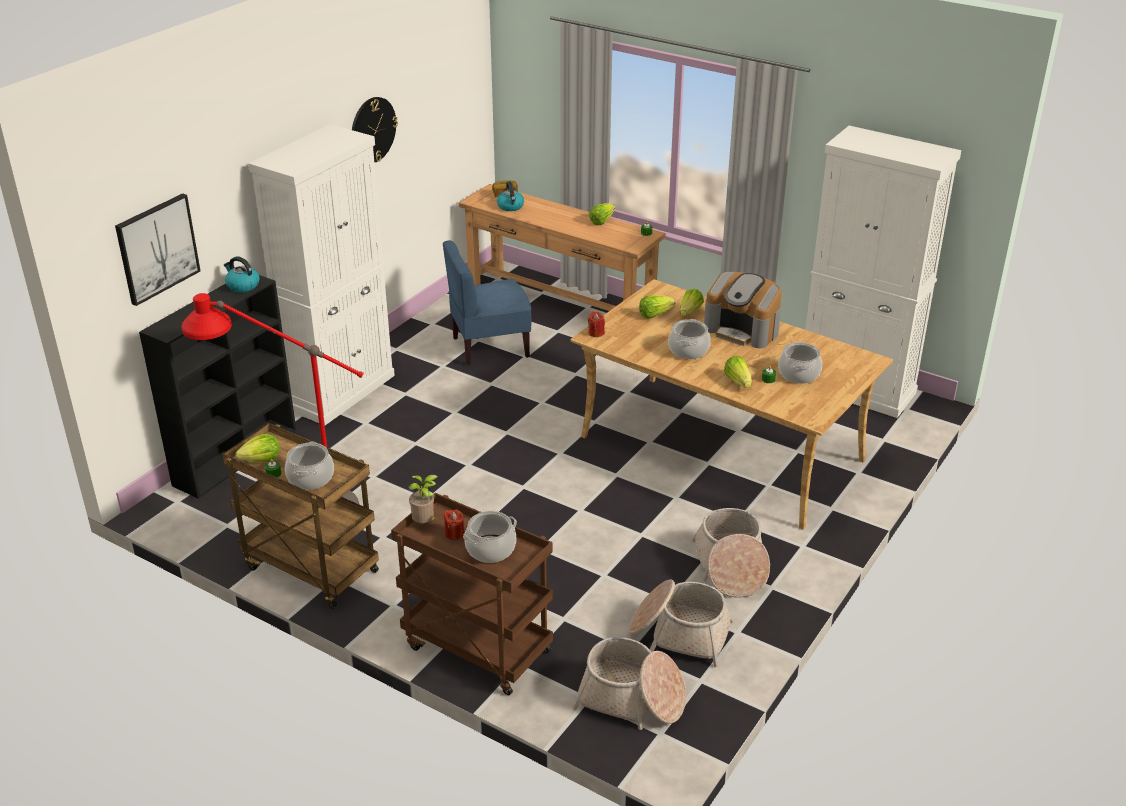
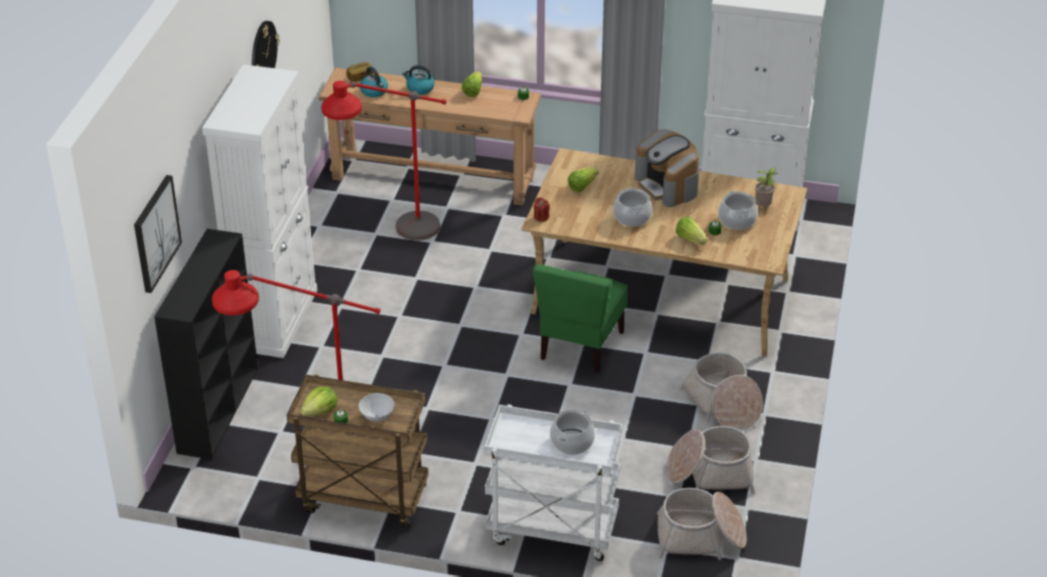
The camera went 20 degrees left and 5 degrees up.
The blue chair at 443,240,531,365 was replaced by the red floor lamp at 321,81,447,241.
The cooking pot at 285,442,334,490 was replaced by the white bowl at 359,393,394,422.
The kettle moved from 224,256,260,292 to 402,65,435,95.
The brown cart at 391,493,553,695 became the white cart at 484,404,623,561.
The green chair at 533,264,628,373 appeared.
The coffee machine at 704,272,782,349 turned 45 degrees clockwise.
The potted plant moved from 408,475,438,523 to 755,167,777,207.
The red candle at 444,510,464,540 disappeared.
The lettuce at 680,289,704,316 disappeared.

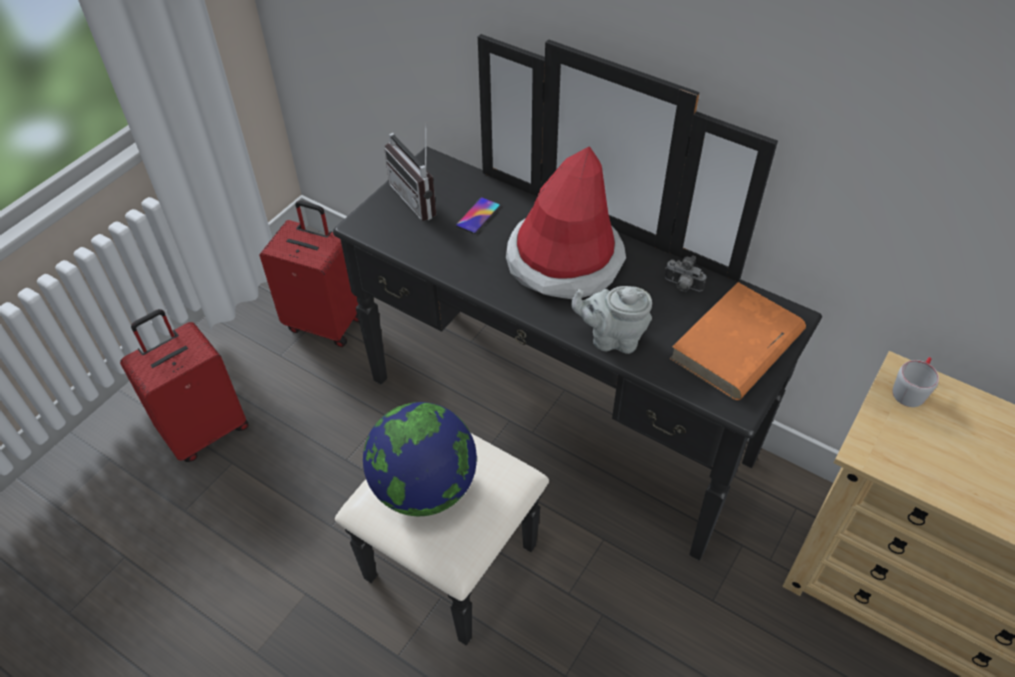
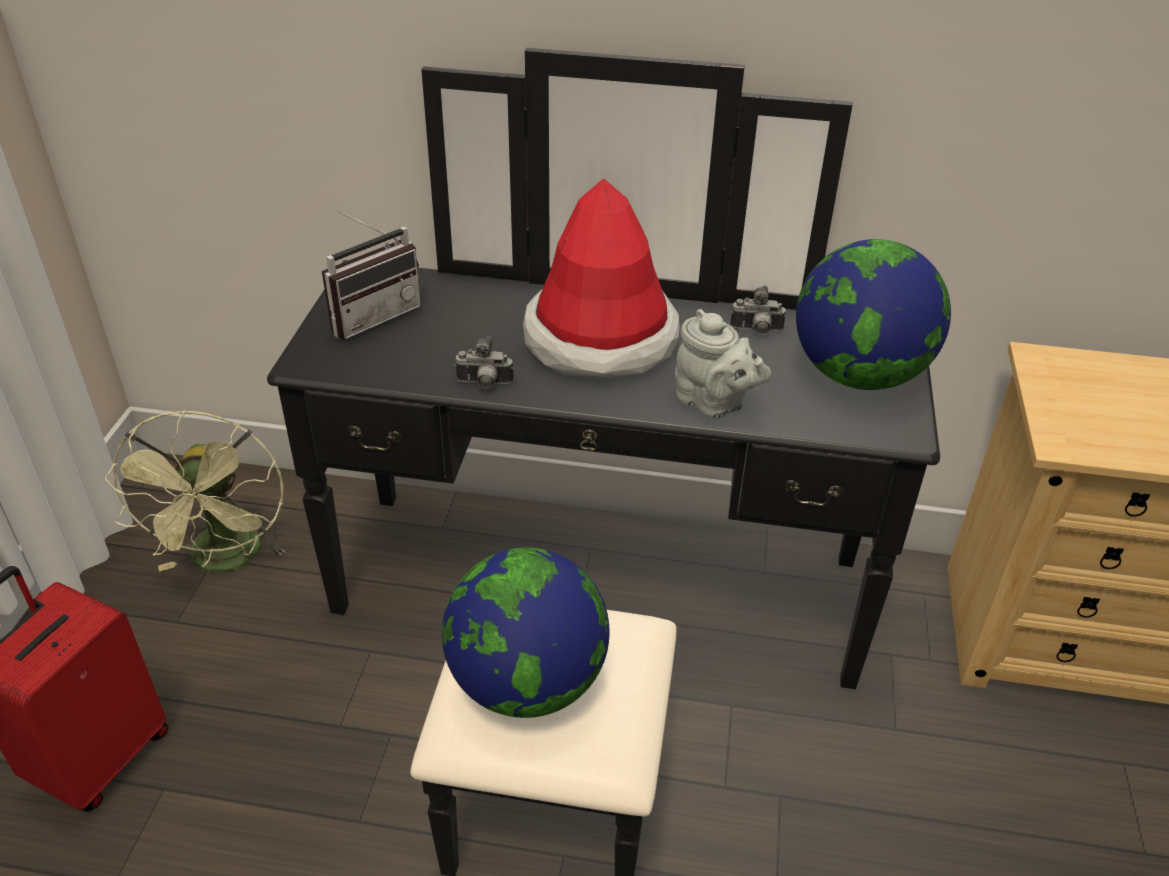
The camera went 25 degrees left and 10 degrees down.
The red suitcase at 260,201,359,347 was replaced by the green fan at 105,410,285,573.
The radio at 384,122,436,221 turned 75 degrees counterclockwise.
The photo camera at 454,336,513,388 appeared.
The grey teapot at 571,286,652,354 turned 120 degrees counterclockwise.
The orange book at 669,282,806,400 was replaced by the globe at 796,239,951,390.
The phone at 456,197,500,234 disappeared.
The grey mug at 893,357,939,407 disappeared.

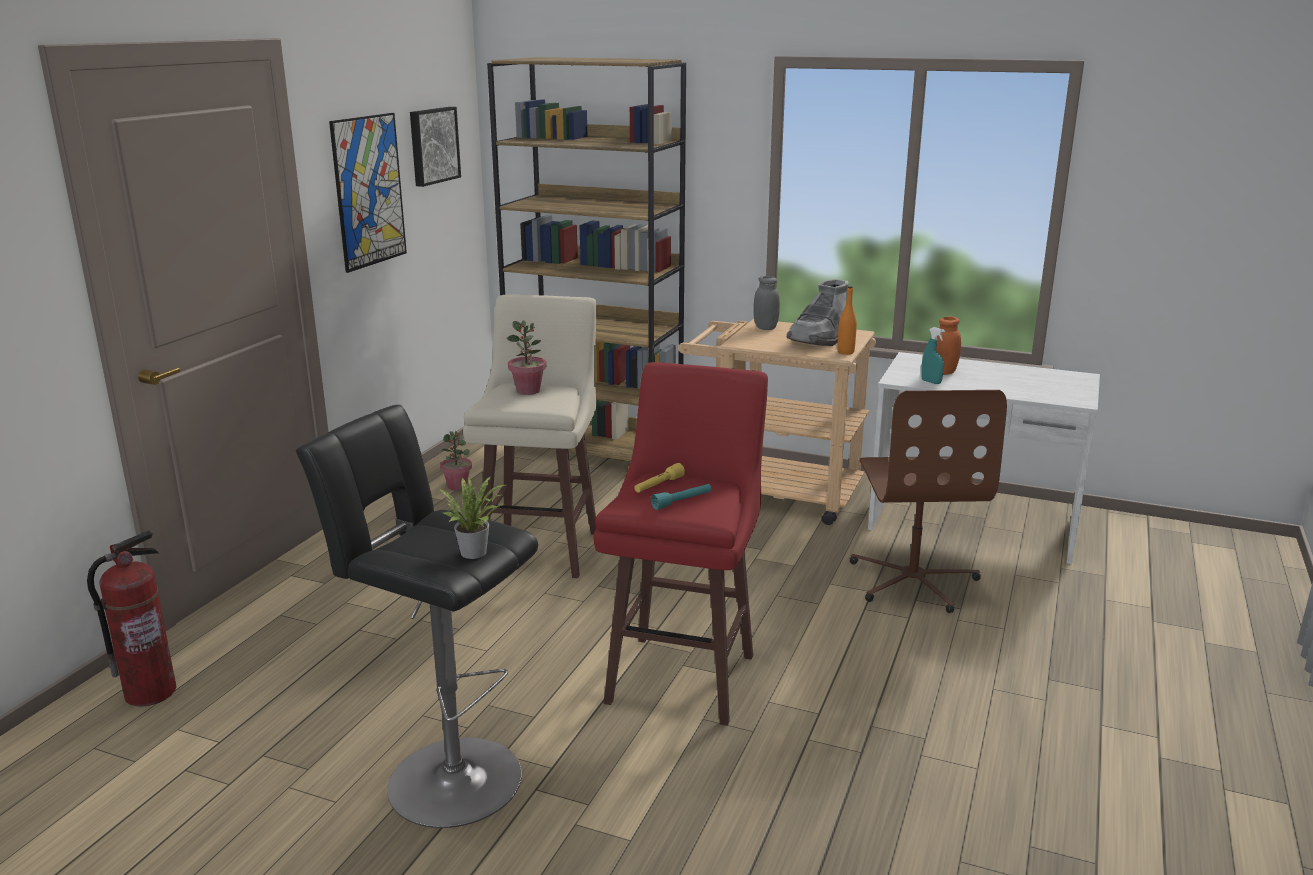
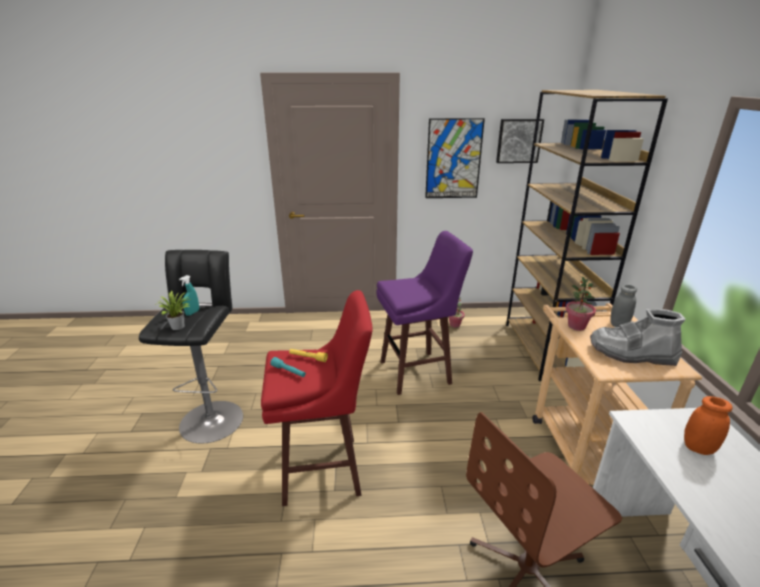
The camera went 65 degrees right and 5 degrees up.
The turquoise spray bottle moved from 921,327,945,384 to 179,275,199,316.
The beige stool at 463,295,596,578 became the purple stool at 376,231,473,395.
The potted plant moved from 507,320,546,395 to 566,276,596,331.
The fire extinguisher at 87,530,176,706 disappeared.
The orange bottle at 837,286,857,355 disappeared.

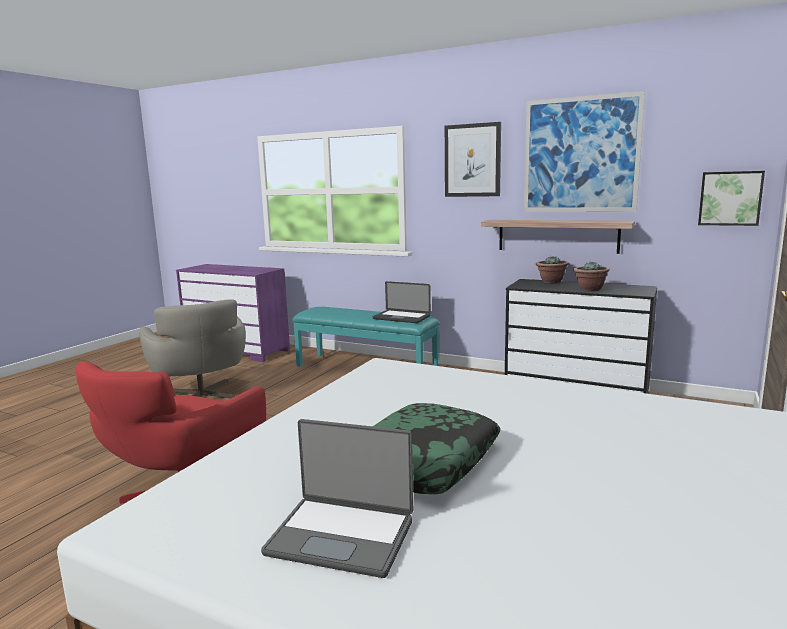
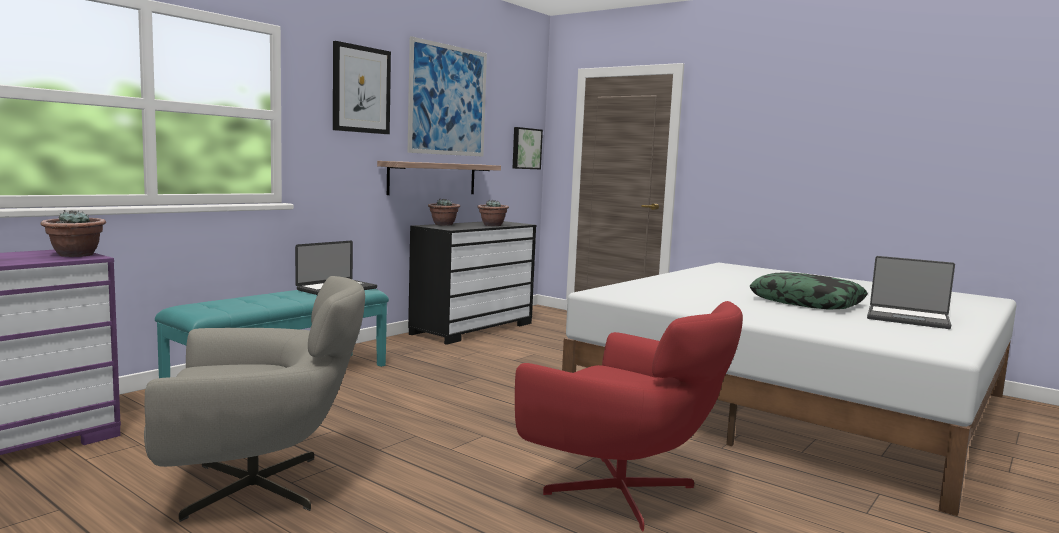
The camera went 80 degrees left and 5 degrees down.
The potted plant at 41,210,106,257 appeared.
The laptop at 261,419,413,578 turned 90 degrees clockwise.

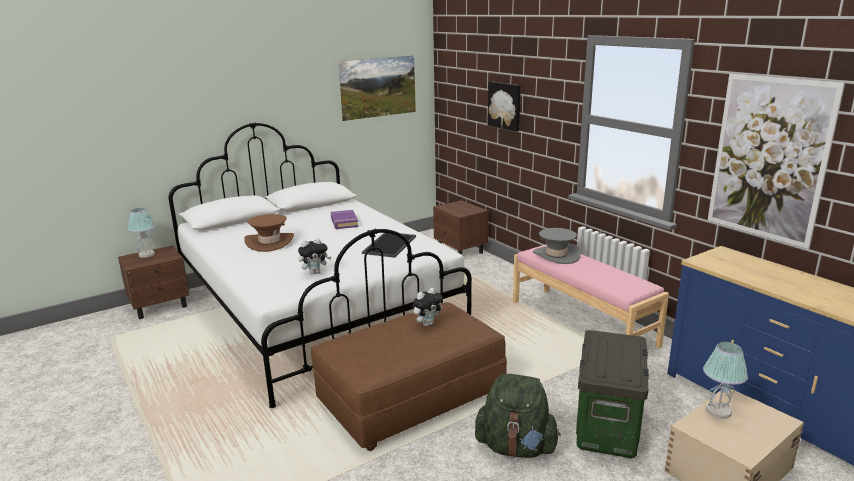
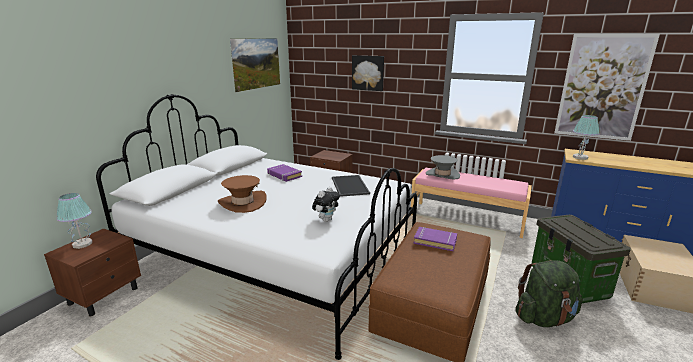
The camera went 30 degrees left and 0 degrees up.
The plush toy at 412,288,443,326 was replaced by the purple book at 413,227,457,251.
The table lamp moved from 703,342,748,419 to 573,115,600,160.

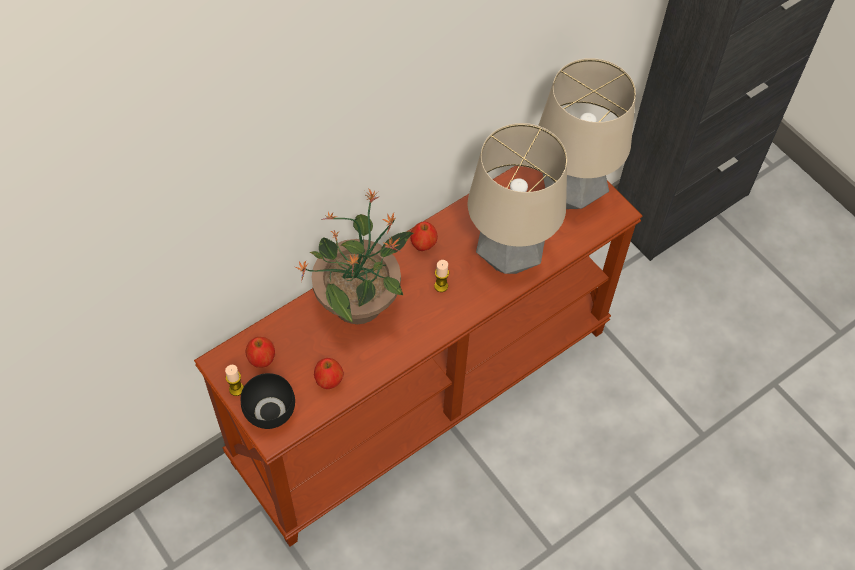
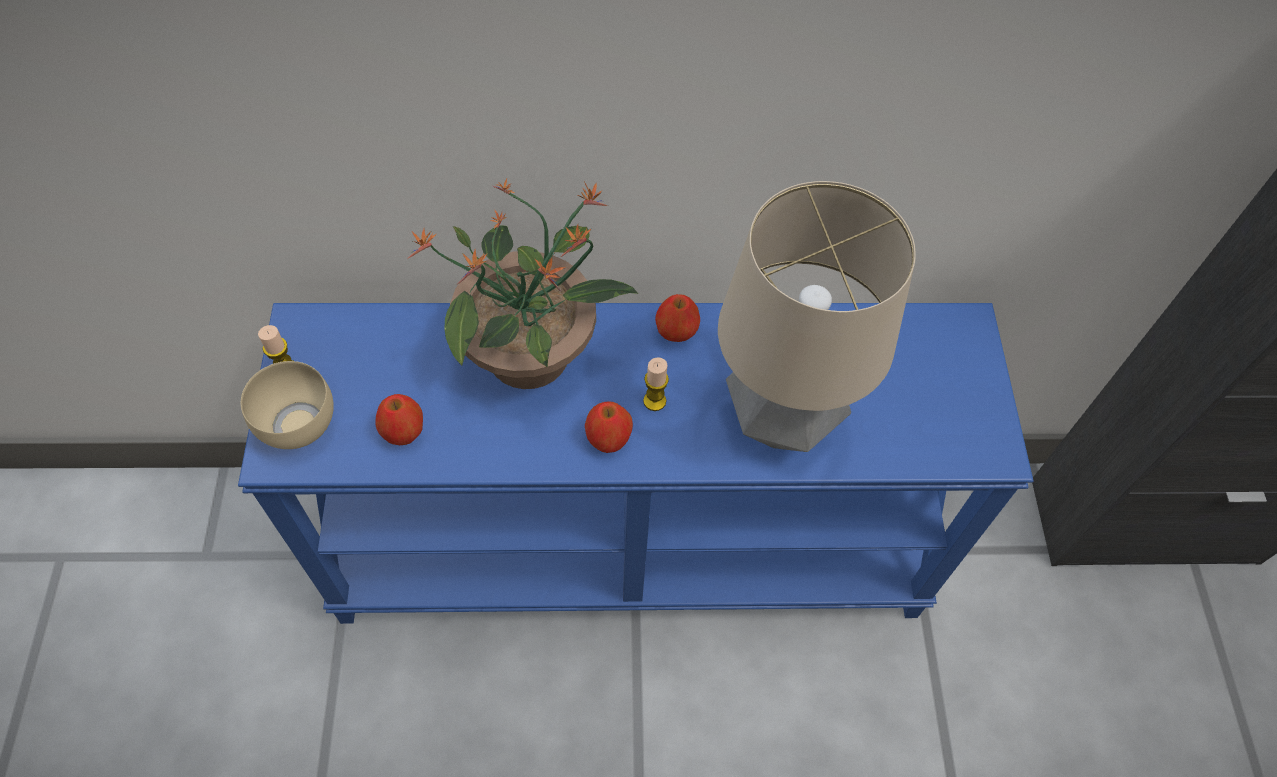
The camera went 35 degrees right and 0 degrees up.
The brown console table at 194,166,643,547 became the blue console table at 238,303,1034,624.
The black bowl at 241,373,295,429 became the beige bowl at 241,361,334,449.
The apple moved from 246,337,275,368 to 585,401,633,453.
The table lamp at 538,58,636,209 disappeared.

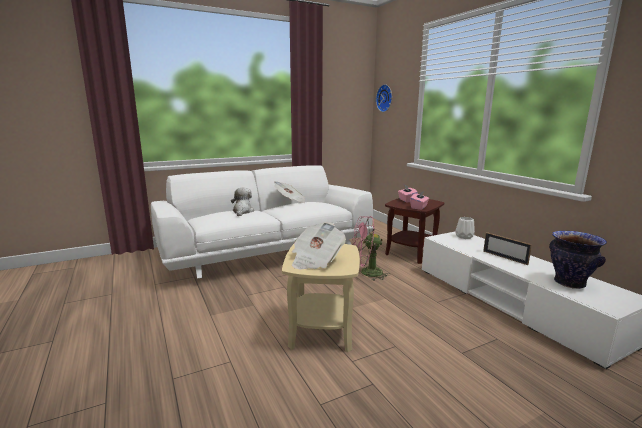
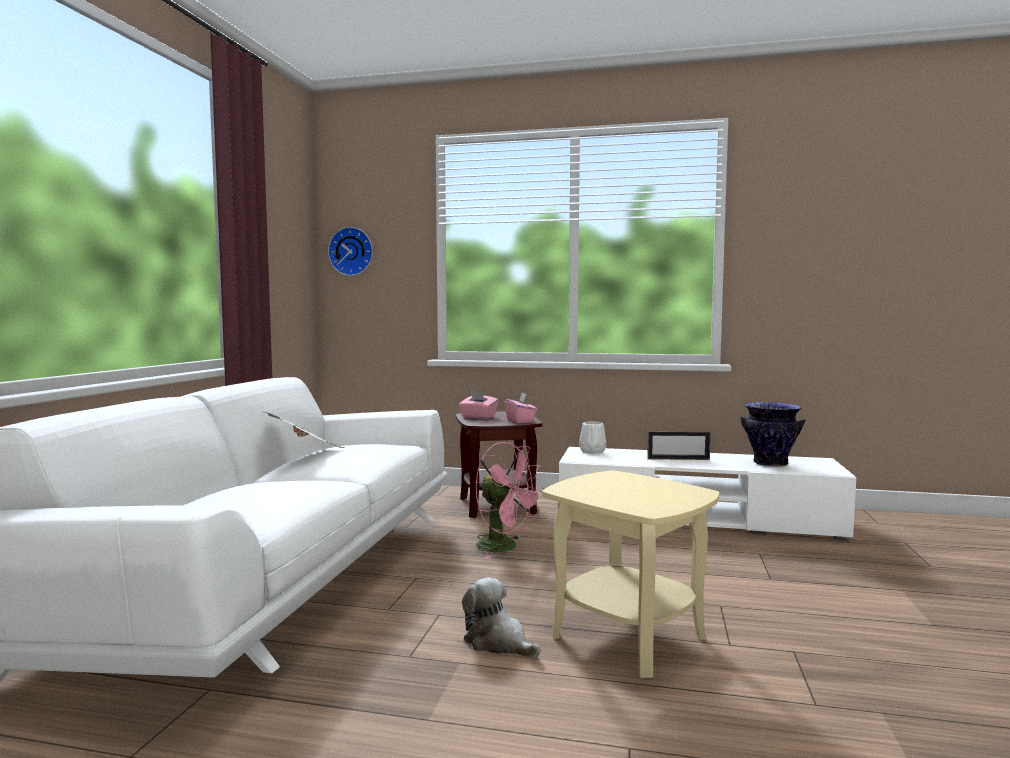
The camera went 50 degrees left and 10 degrees down.
The plush toy moved from 231,188,254,216 to 462,577,541,658.
The pink fan at 352,216,391,281 turned 90 degrees counterclockwise.
The newspaper at 292,222,346,269 disappeared.

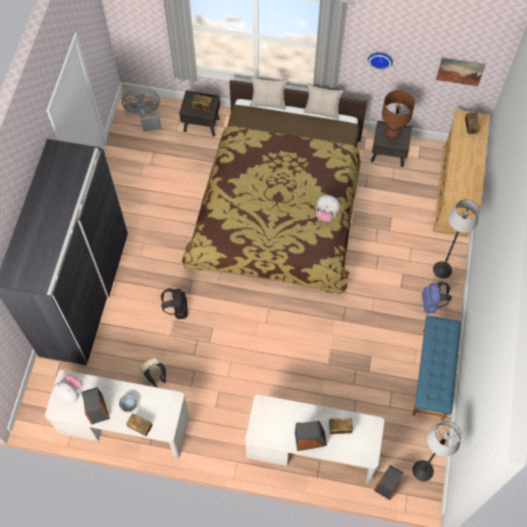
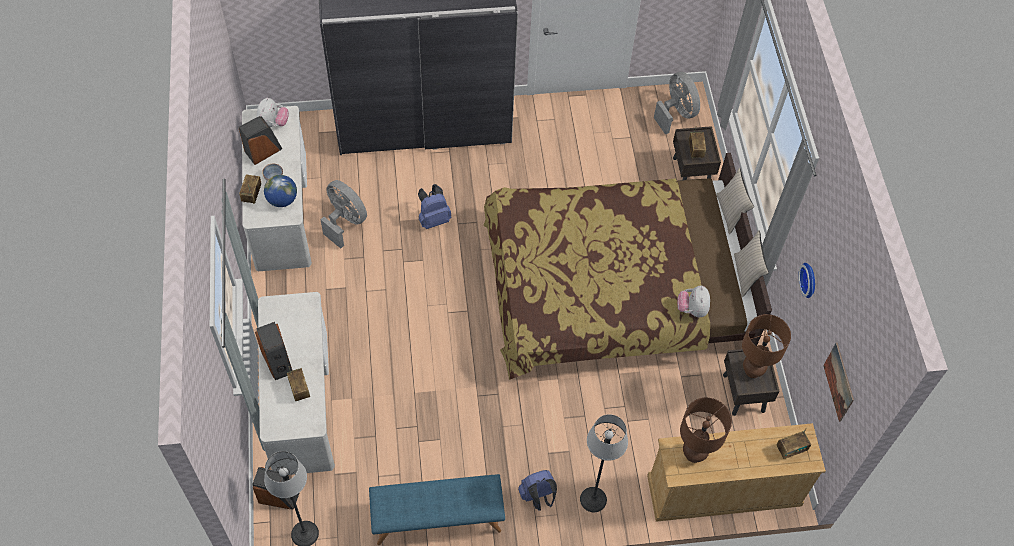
The camera went 70 degrees right and 5 degrees down.
The globe at 264,175,297,207 appeared.
The beige backpack at 139,357,167,387 was replaced by the grey fan at 320,180,367,249.
The black backpack at 161,288,188,319 became the blue backpack at 418,184,451,229.
The plush toy moved from 316,195,340,222 to 677,286,710,317.
The brown table lamp at 680,397,732,463 appeared.

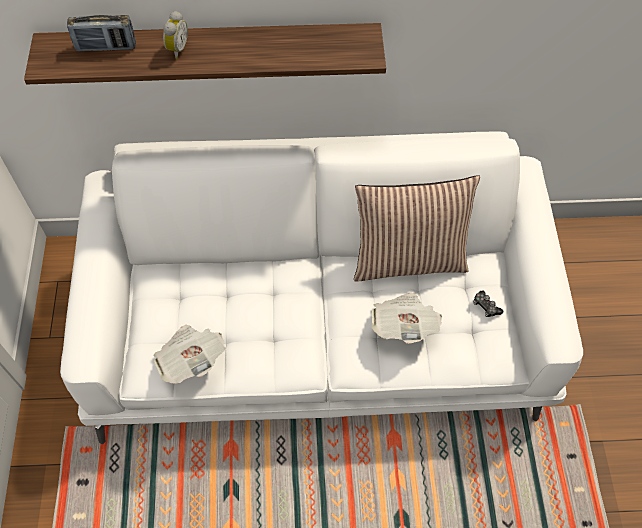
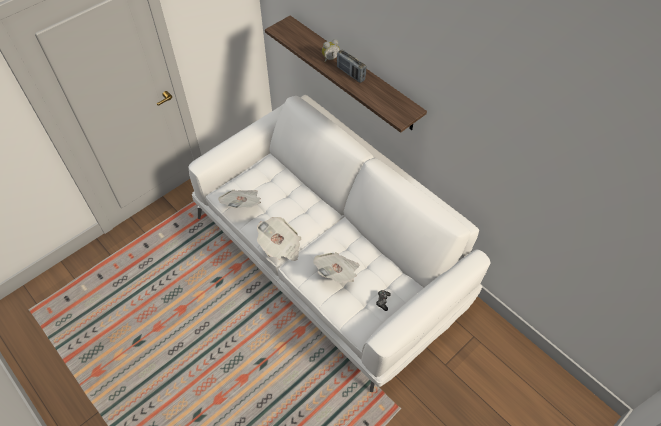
The camera went 50 degrees right and 5 degrees down.
The newspaper at 257,217,301,261 appeared.
The radio moved from 67,15,136,52 to 337,49,366,83.
The pillow at 354,175,480,282 disappeared.

